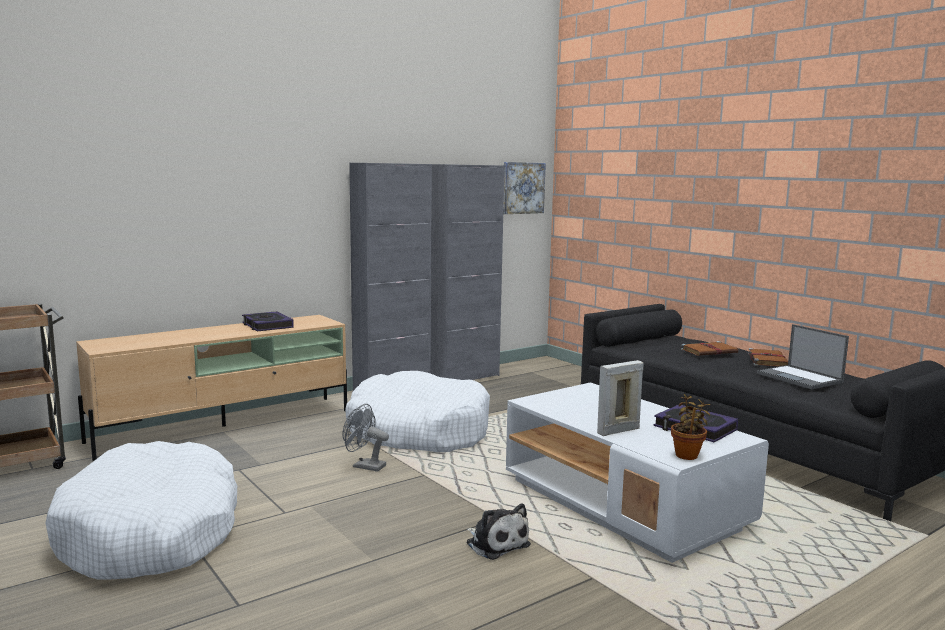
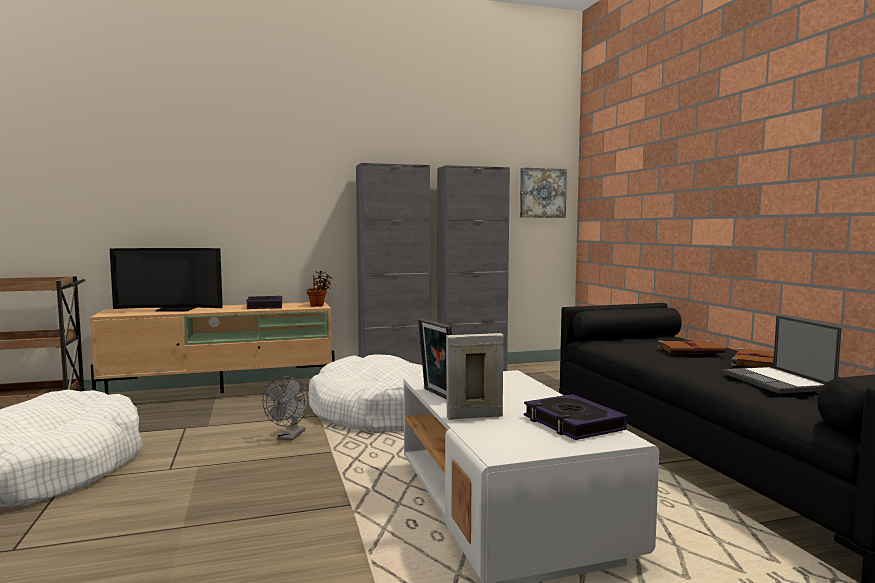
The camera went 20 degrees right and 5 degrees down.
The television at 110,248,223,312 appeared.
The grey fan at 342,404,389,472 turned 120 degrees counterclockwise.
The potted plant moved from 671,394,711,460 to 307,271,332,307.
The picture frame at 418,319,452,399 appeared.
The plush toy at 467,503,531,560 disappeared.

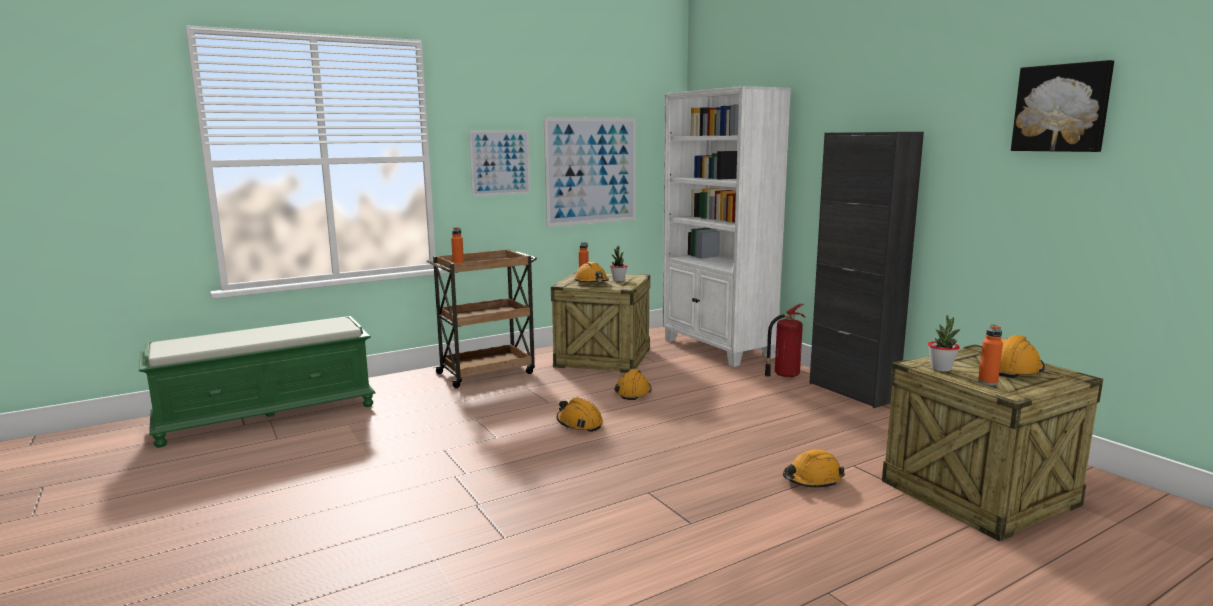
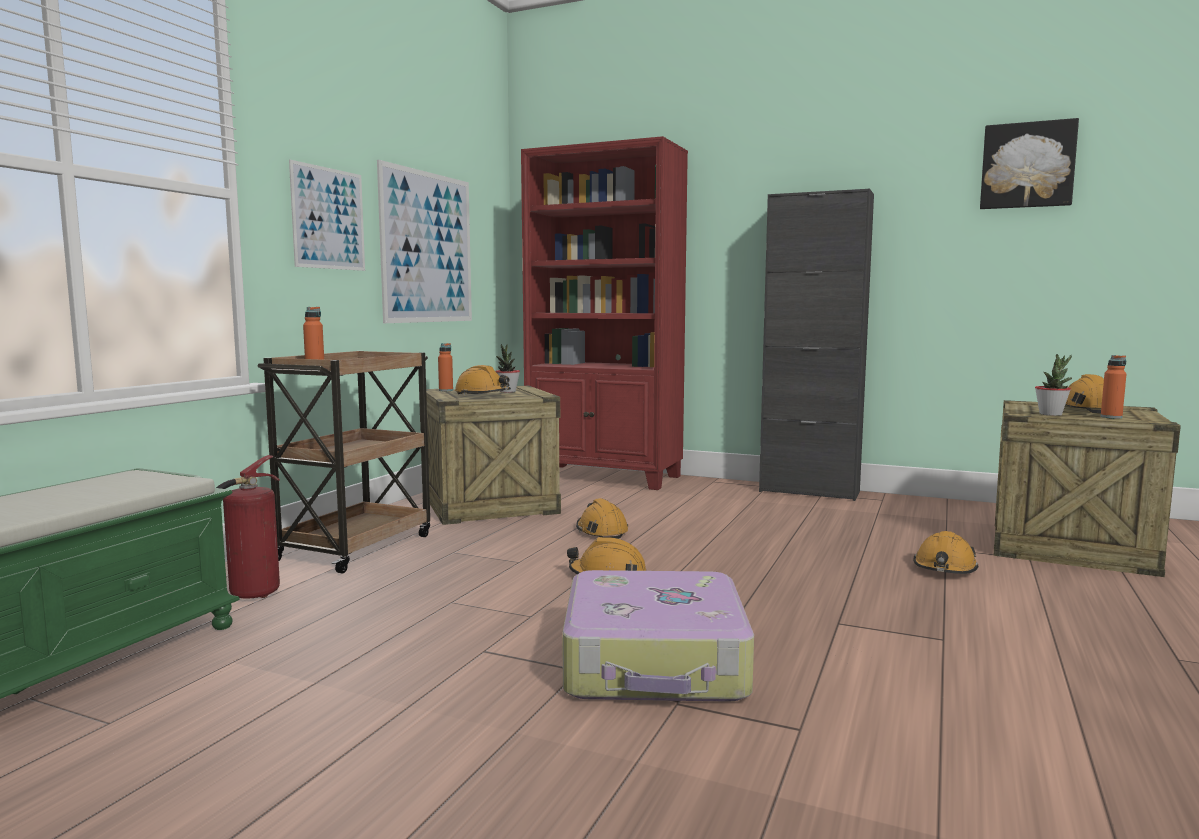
The camera went 35 degrees left and 5 degrees down.
The fire extinguisher moved from 765,303,806,378 to 216,455,280,599.
The white bookcase at 662,86,791,367 became the red bookcase at 521,136,688,490.
The suitcase at 562,570,754,702 appeared.

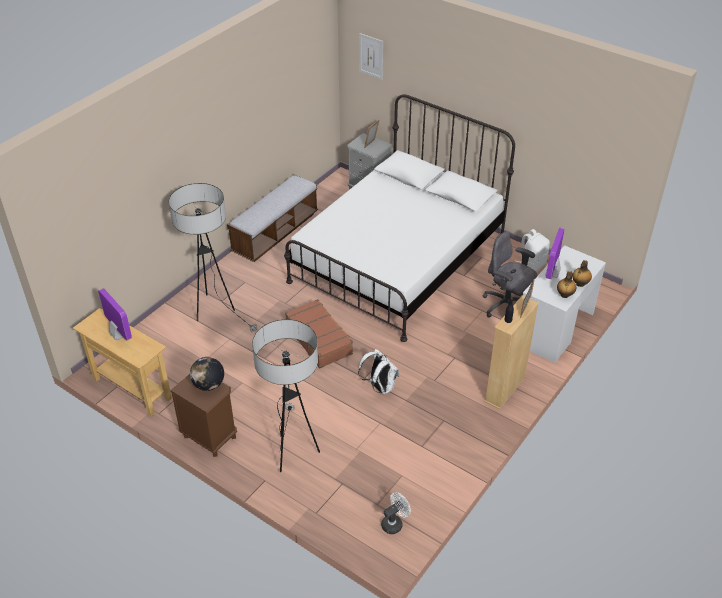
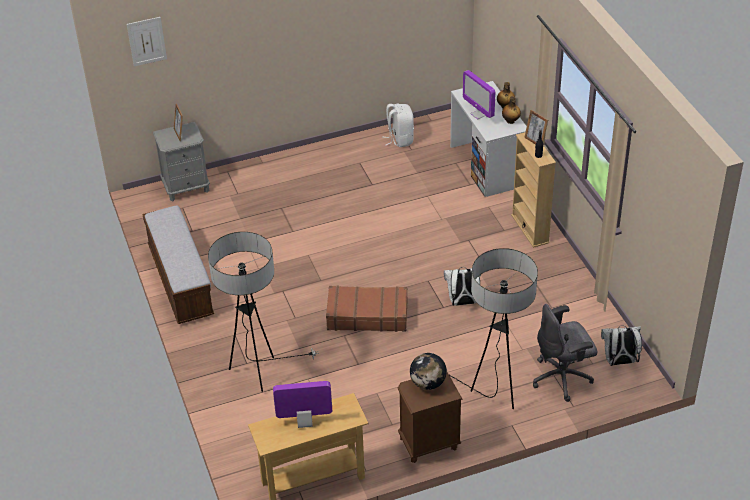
The camera went 55 degrees left and 0 degrees up.
The grey office chair moved from 483,232,538,318 to 533,304,598,402.
The white fan at 381,492,411,534 was replaced by the white backpack at 601,325,642,366.
The white bed at 284,94,515,342 disappeared.

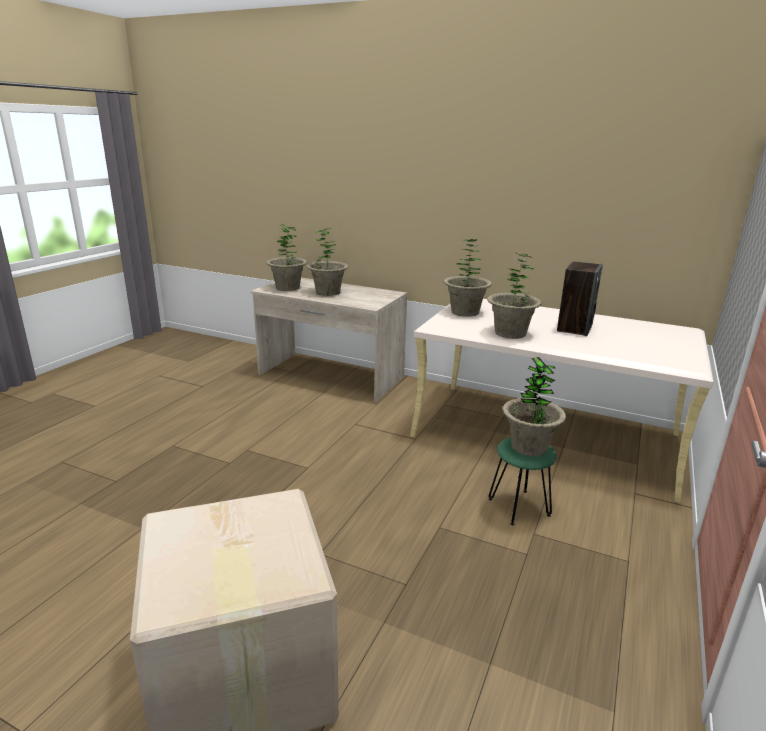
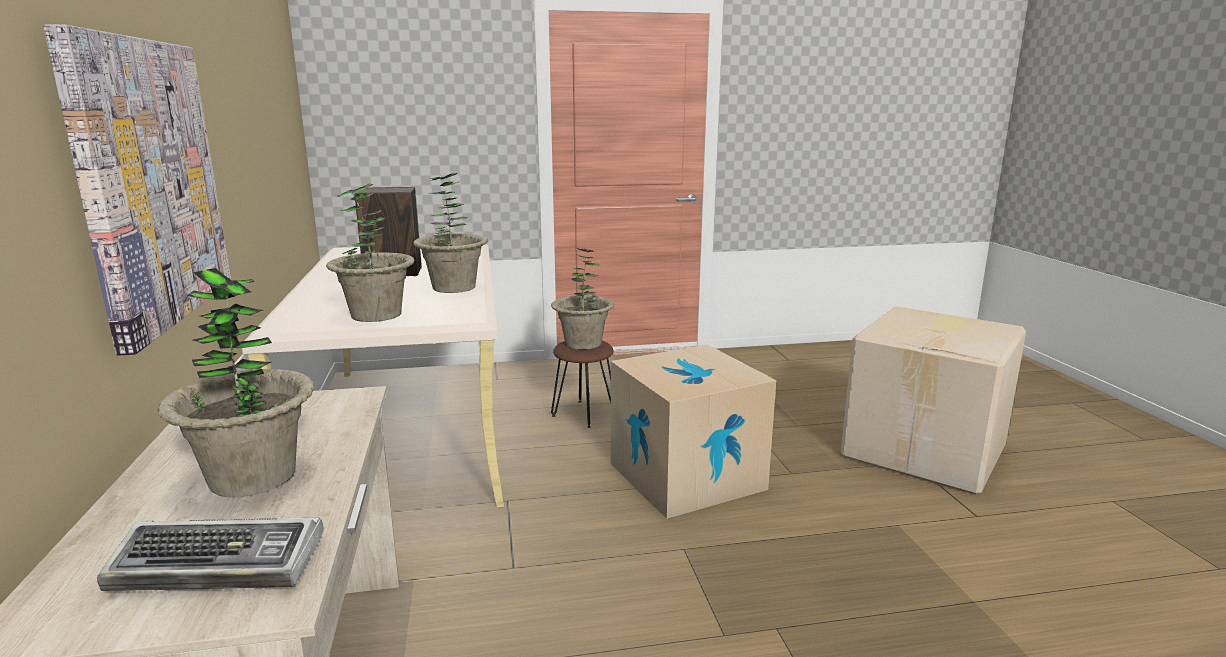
The camera went 125 degrees left and 5 degrees down.
The picture at 44,24,231,356 appeared.
The potted plant at 266,224,307,291 was replaced by the keyboard at 97,518,324,591.
The green stool at 489,437,557,525 became the brown stool at 551,341,614,428.
The cardboard box at 611,344,776,519 appeared.

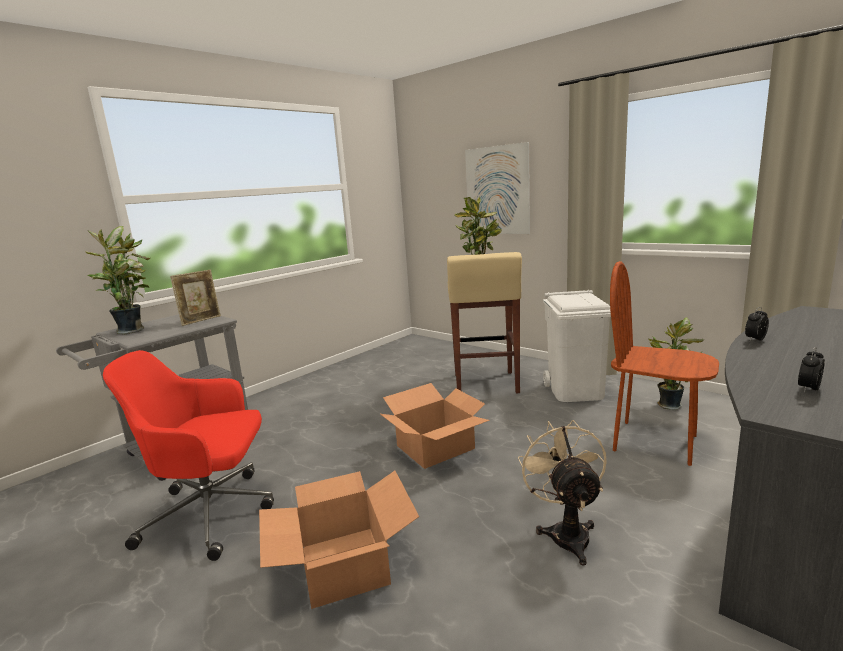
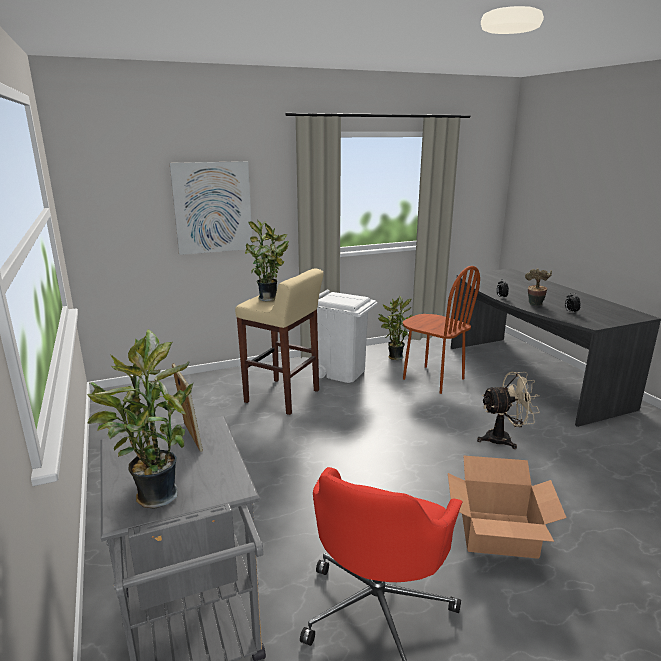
The camera went 65 degrees left and 5 degrees up.
The brown chair at 610,261,719,466 turned 105 degrees counterclockwise.
The beige fan at 518,420,607,566 turned 150 degrees clockwise.
The potted plant at 525,268,552,306 appeared.
The cardboard box at 380,383,490,469 disappeared.

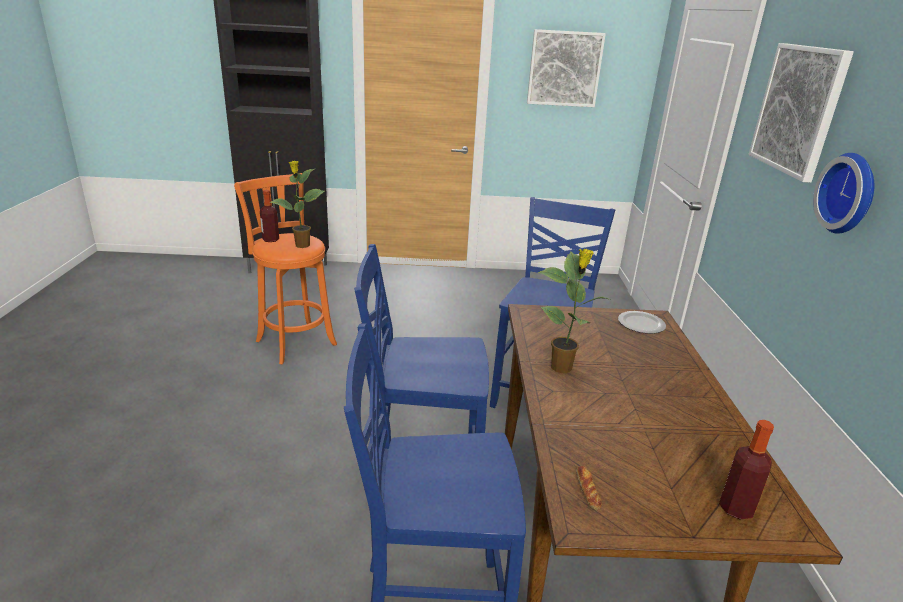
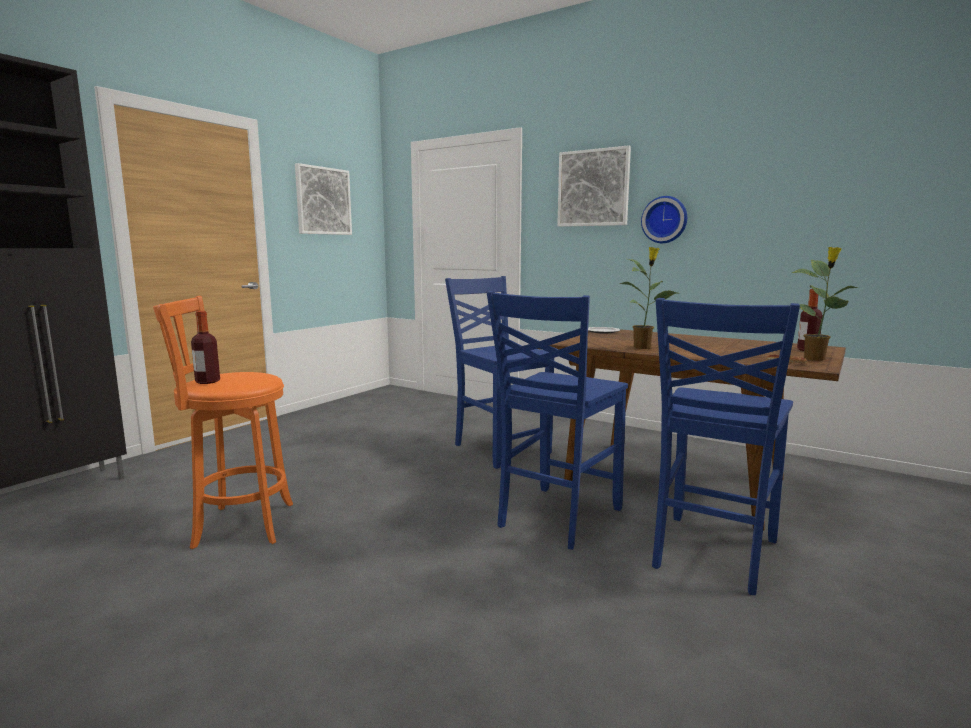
The camera went 55 degrees left and 15 degrees down.
The potted plant moved from 270,161,325,248 to 792,247,859,361.

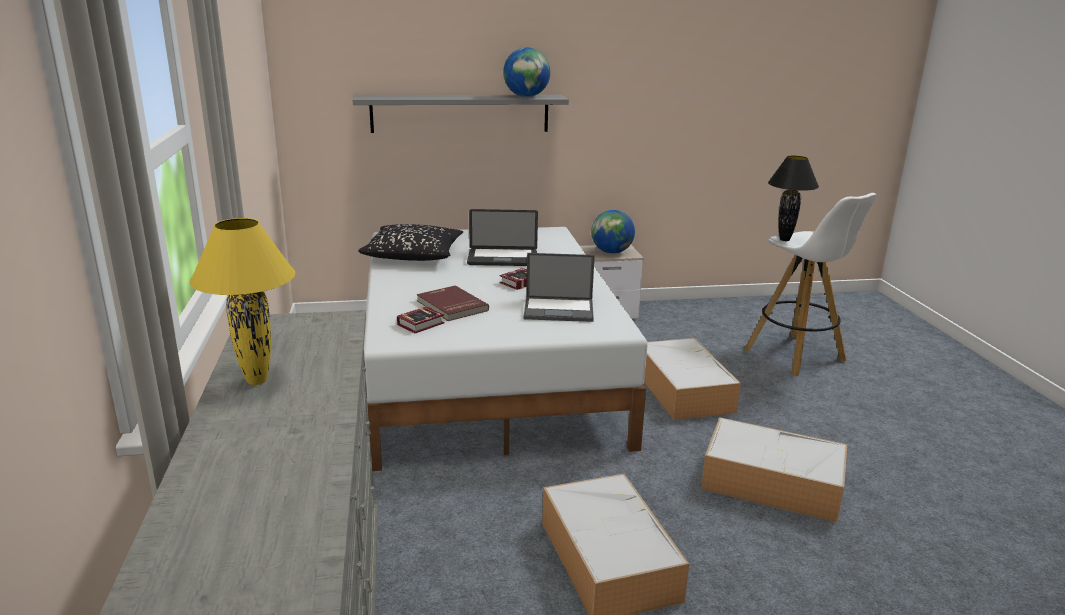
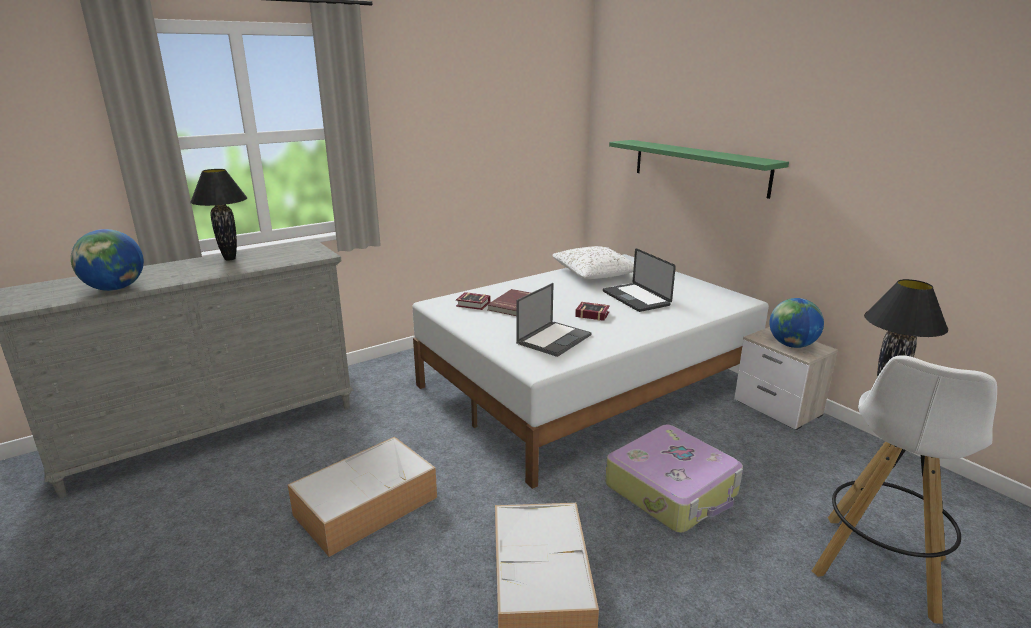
The camera went 65 degrees right and 0 degrees up.
The globe moved from 503,47,550,97 to 71,229,144,291.
The yellow table lamp at 190,218,295,385 became the black table lamp at 190,169,247,261.
The laptop at 523,253,595,322 turned 120 degrees counterclockwise.
The black pillow at 358,224,463,261 became the white pillow at 553,246,634,279.
The storage box at 644,338,741,420 was replaced by the suitcase at 605,425,743,533.
The grey shelf at 352,95,569,133 became the green shelf at 609,140,789,199.

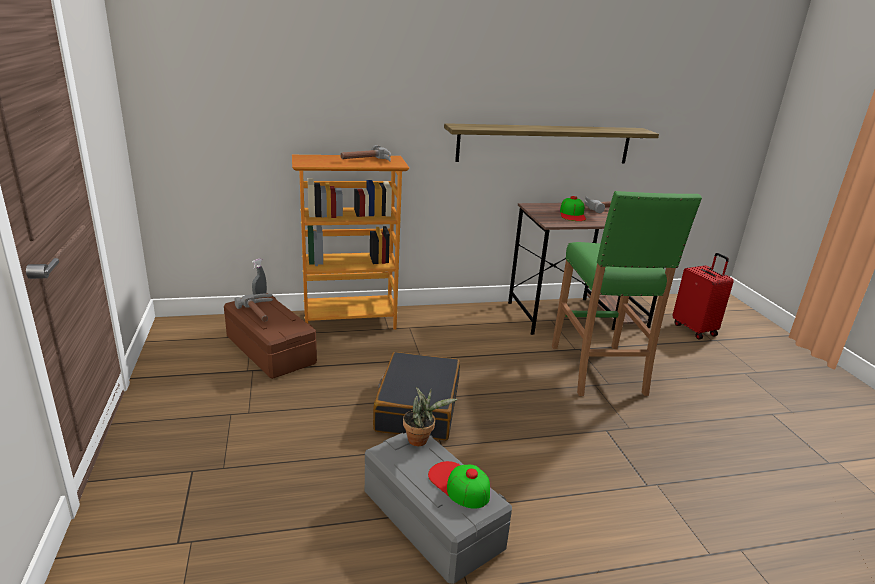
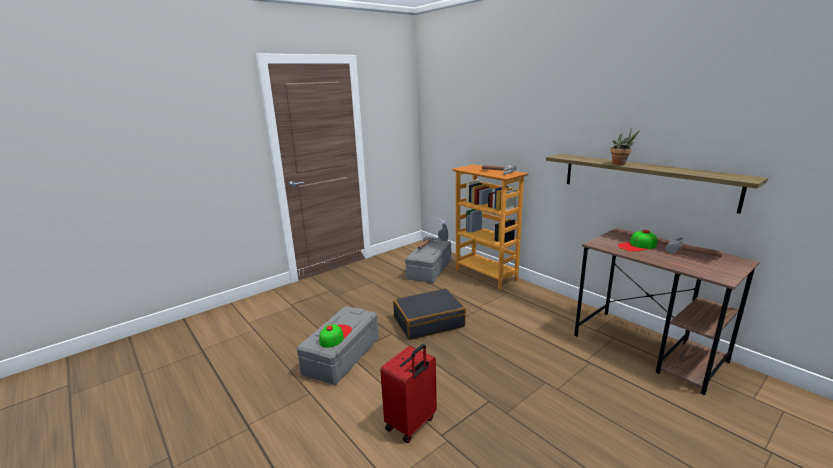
The camera went 65 degrees right and 5 degrees down.
The red suitcase moved from 672,253,734,339 to 380,344,437,443.
The brown storage box at 224,296,317,379 became the grey storage box at 405,240,451,283.
The potted plant moved from 403,387,458,446 to 610,128,640,165.
The green stool at 552,191,702,396 disappeared.

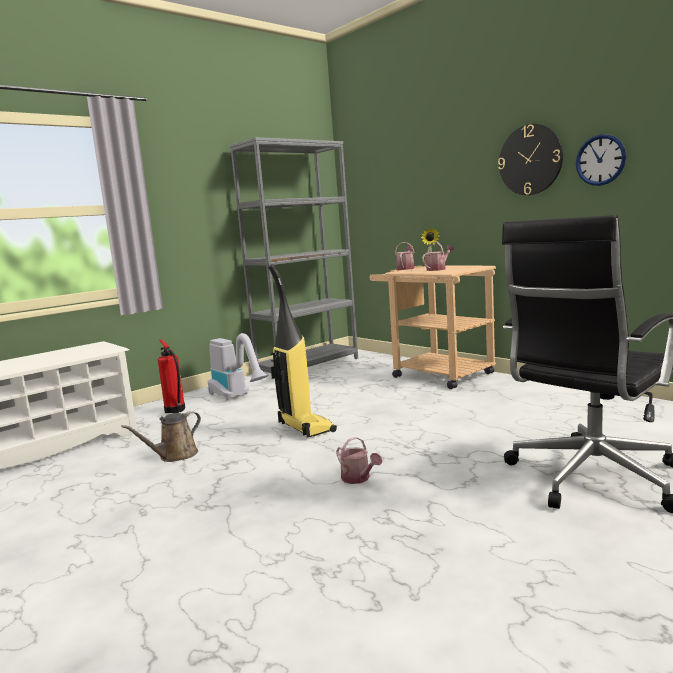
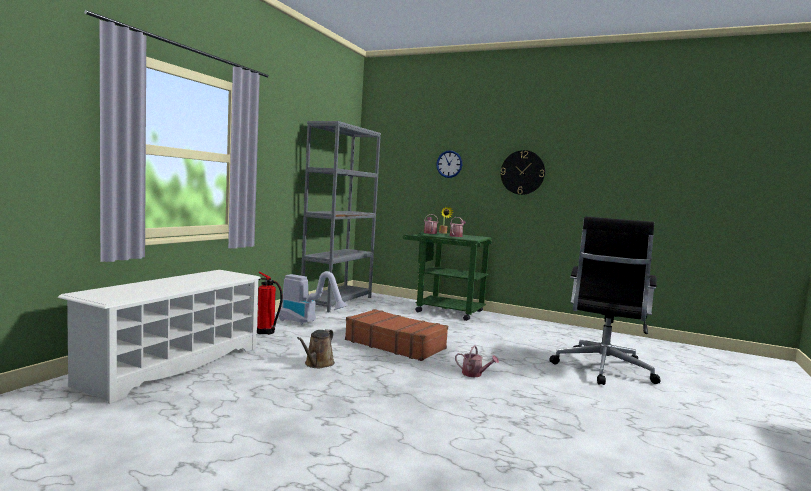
The camera went 25 degrees left and 5 degrees down.
The vacuum cleaner at 268,264,337,437 was replaced by the brown suitcase at 345,309,448,361.
The beige cart at 369,266,496,389 became the green cart at 403,232,492,321.
The wall clock moved from 576,134,627,186 to 436,150,462,178.

